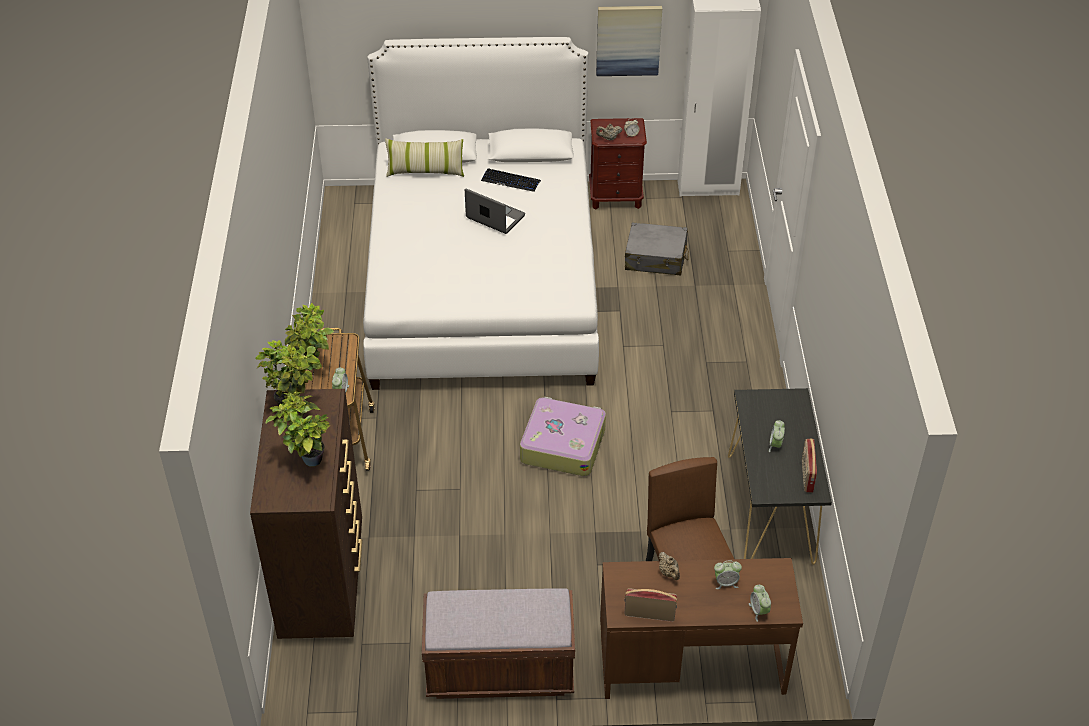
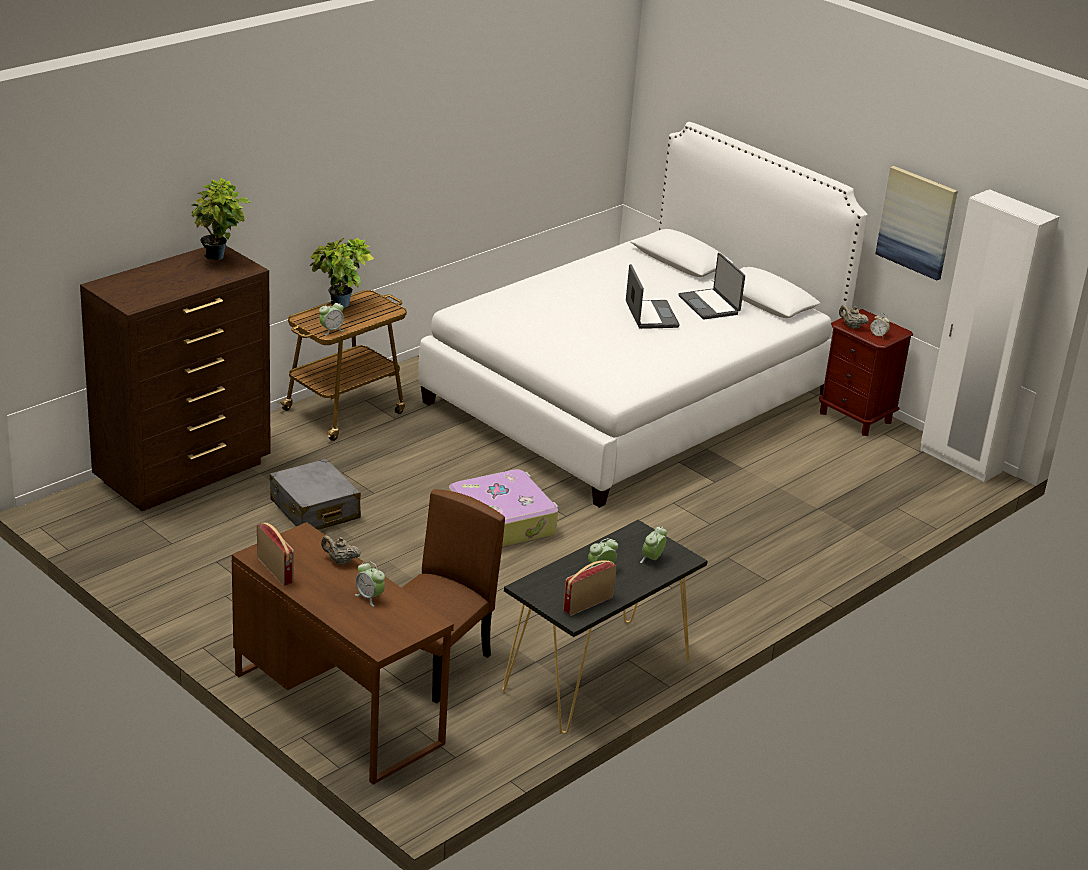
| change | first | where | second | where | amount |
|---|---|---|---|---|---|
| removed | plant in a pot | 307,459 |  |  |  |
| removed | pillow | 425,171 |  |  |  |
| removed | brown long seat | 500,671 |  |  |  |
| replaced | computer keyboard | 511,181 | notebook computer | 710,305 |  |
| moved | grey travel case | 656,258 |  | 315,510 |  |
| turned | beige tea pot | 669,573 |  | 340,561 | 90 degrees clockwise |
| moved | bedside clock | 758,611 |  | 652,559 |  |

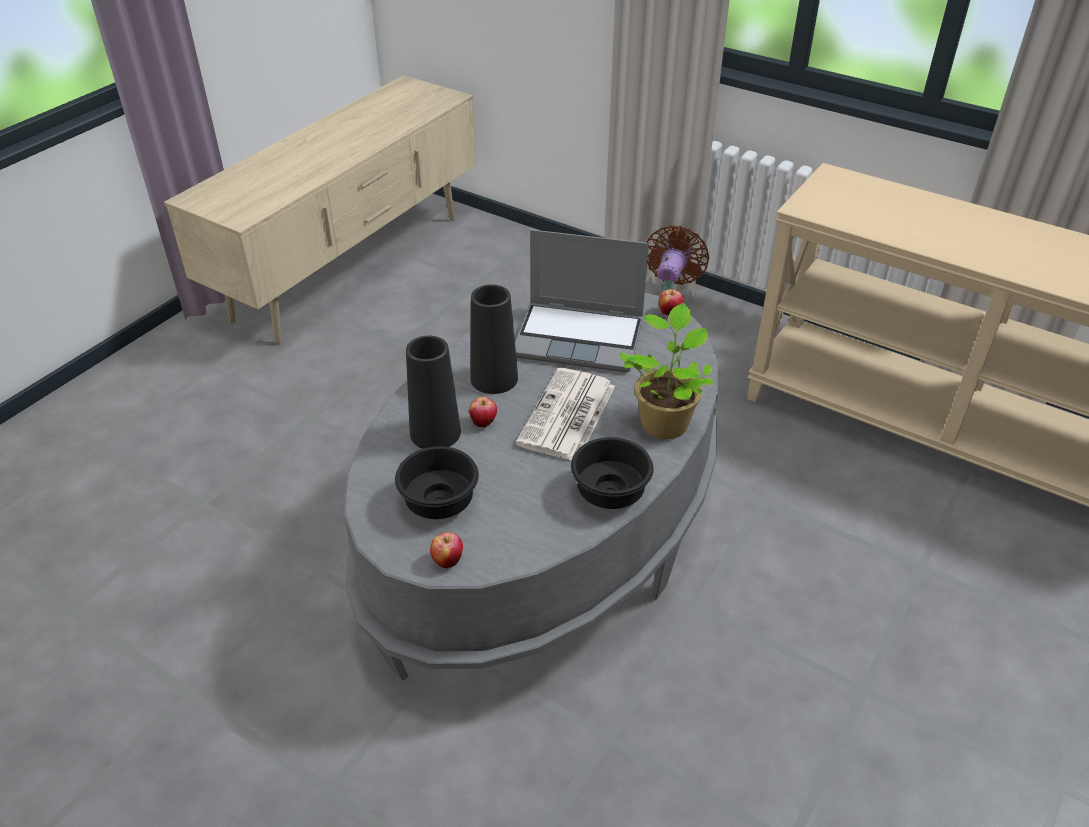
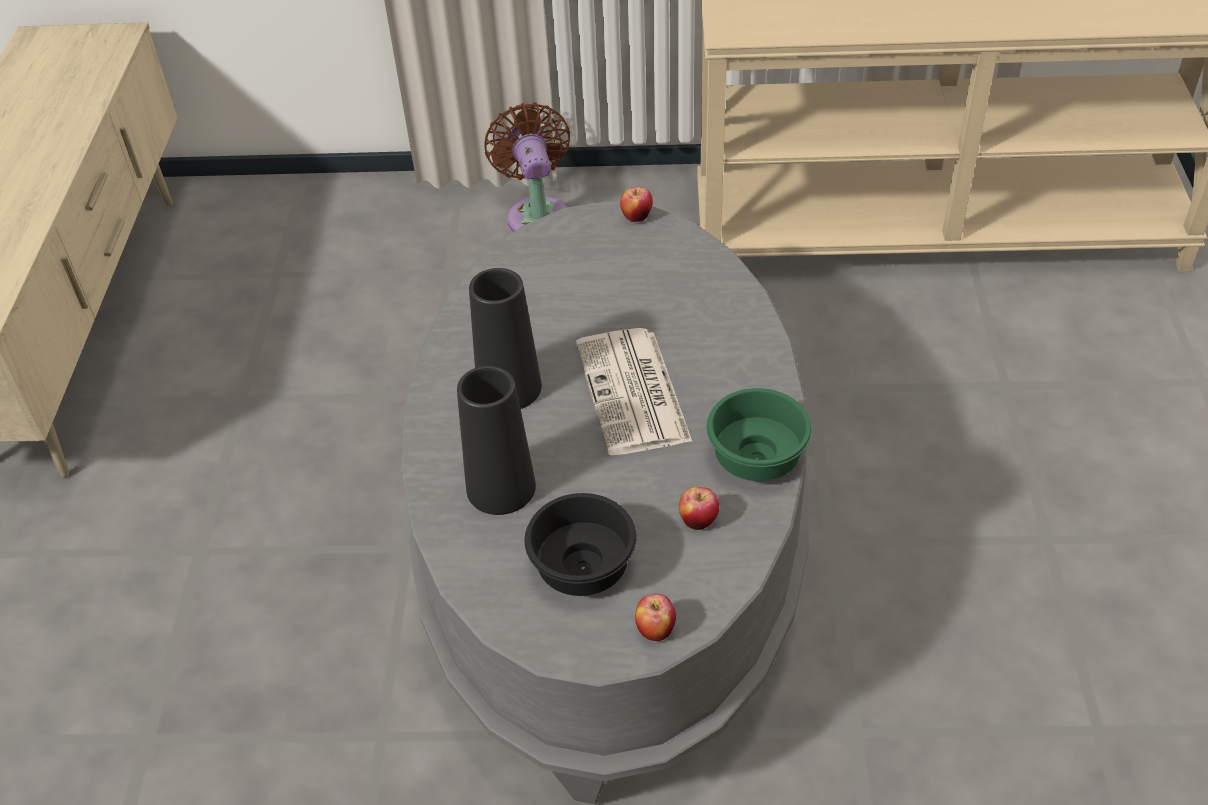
| change | first | where | second | where | amount |
|---|---|---|---|---|---|
| moved | apple | 483,423 |  | 698,521 |  |
| removed | notebook computer | 581,338 |  |  |  |
| recoloured | blackish bowl | 607,492 | greenish bowl | 754,459 |  |
| removed | plant in a pot | 664,421 |  |  |  |

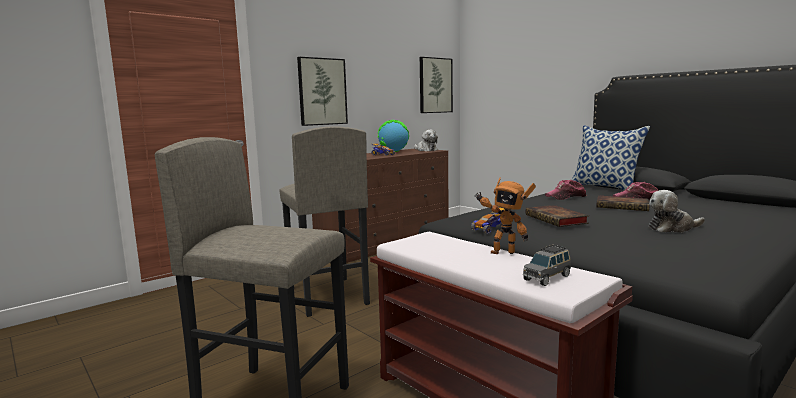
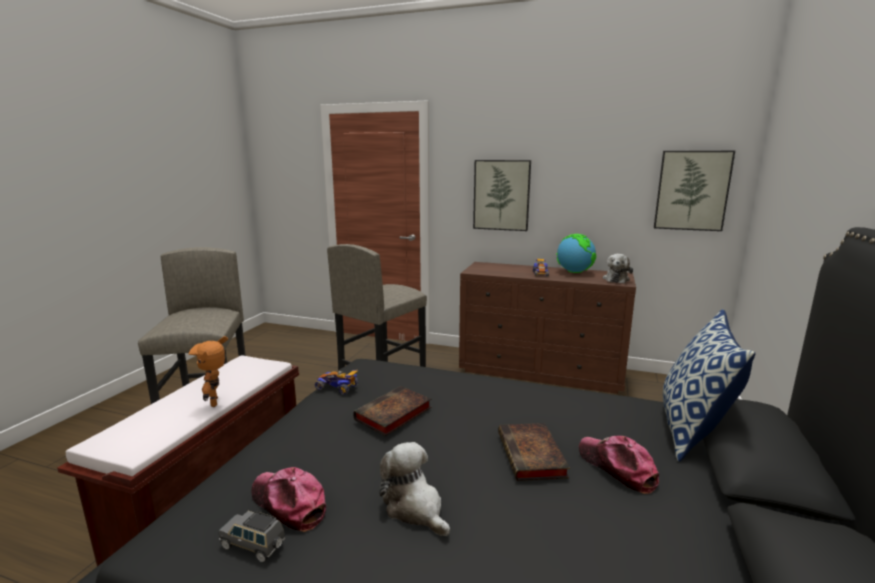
| change | first | where | second | where | amount |
|---|---|---|---|---|---|
| moved | grey toy car | 547,278 |  | 254,546 |  |
| moved | cap | 566,197 |  | 288,504 |  |

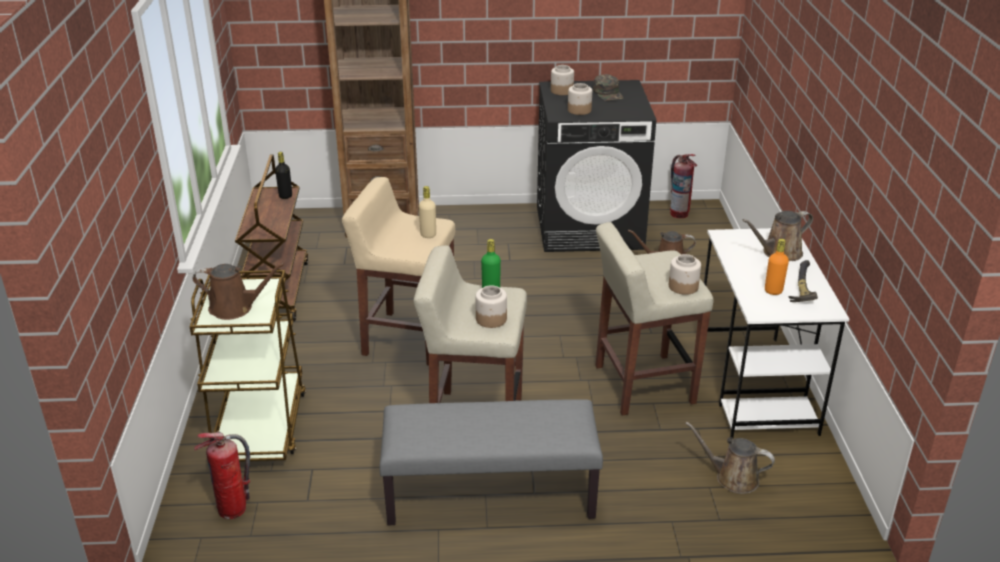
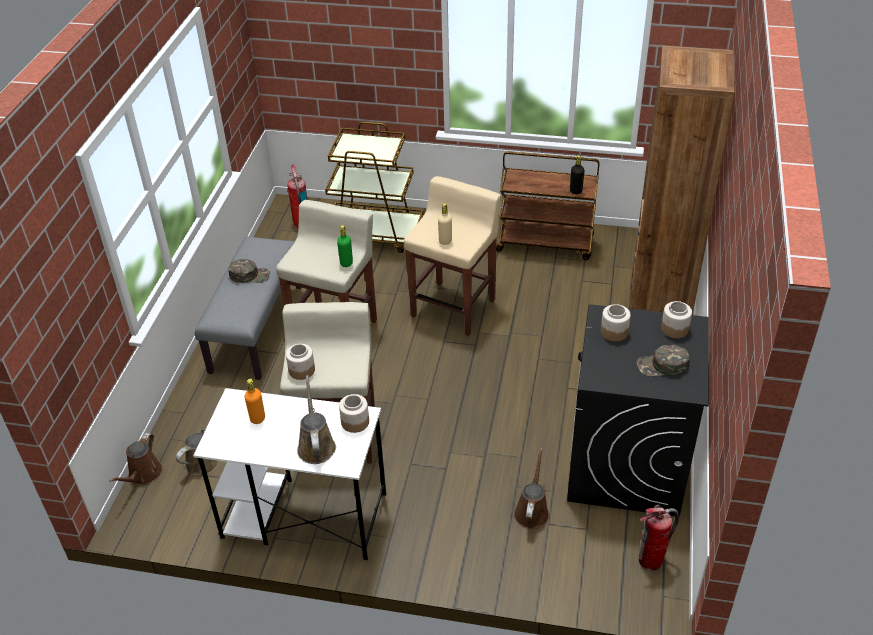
| change | first | where | second | where | amount |
|---|---|---|---|---|---|
| moved | brown watering pot | 235,308 |  | 143,475 |  |
| moved | jar | 490,319 |  | 355,422 |  |
| removed | tool hammer | 801,288 |  |  |  |
| added |  |  | greenish cap | 250,275 |  |

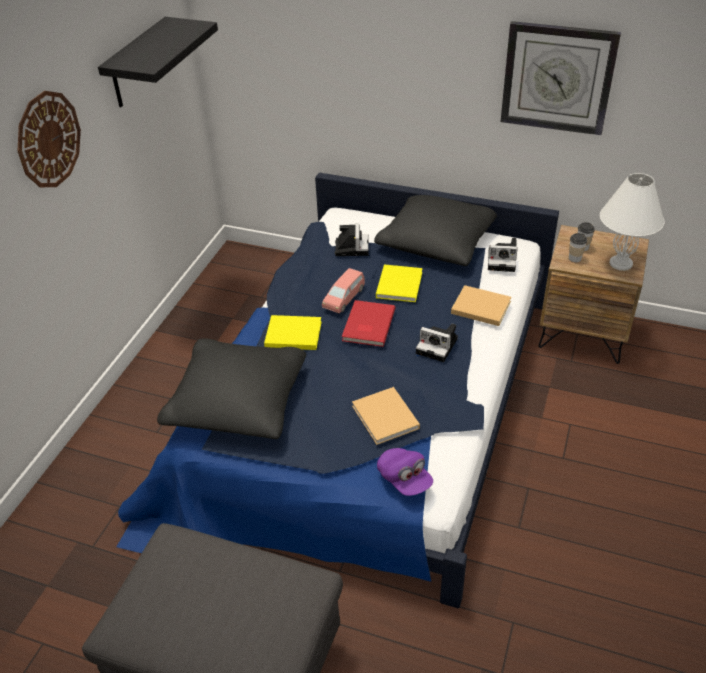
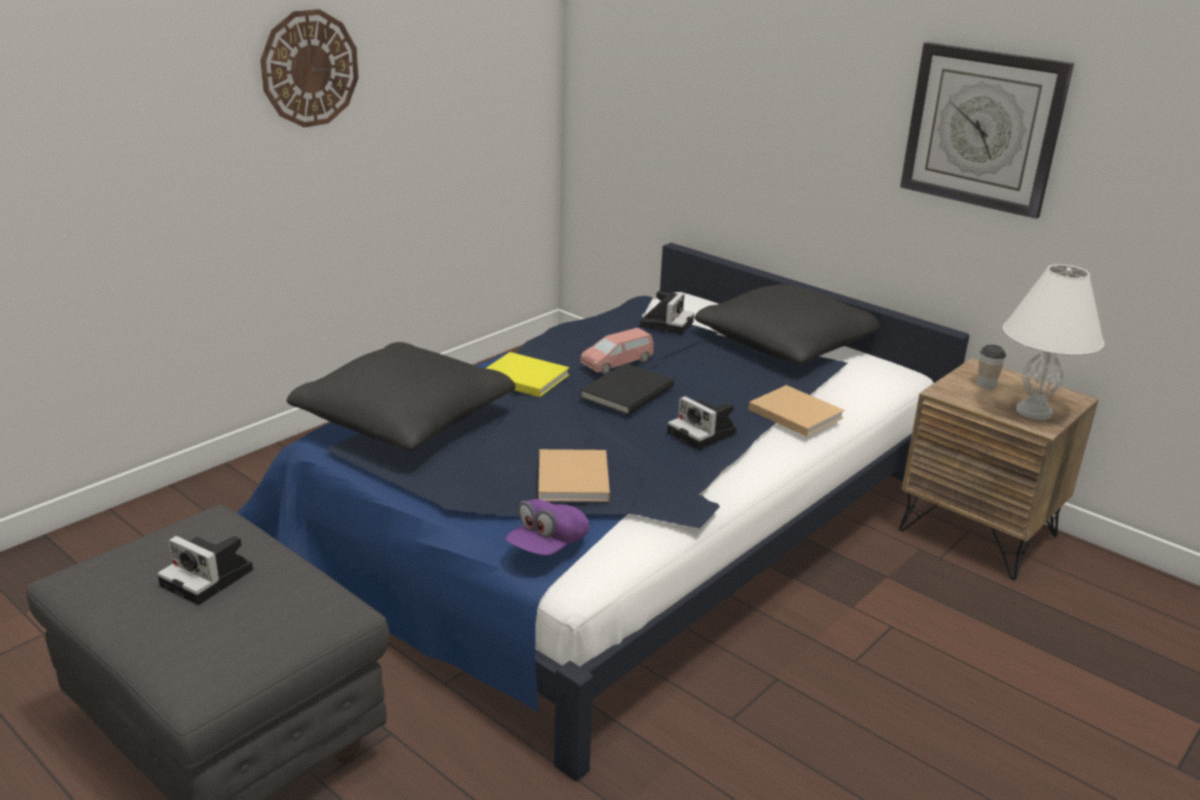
| change | first | where | second | where | amount |
|---|---|---|---|---|---|
| removed | blackish bracket shelf | 138,64 |  |  |  |
| recoloured | red-coloured bound book | 367,325 | blackish bound book | 624,391 |  |
| removed | yellowish bound book | 399,284 |  |  |  |
| turned | purple-coloured cap | 404,479 |  | 547,545 | 45 degrees clockwise |
| moved | photo camera | 503,260 |  | 210,578 |  |
| removed | drinking cup | 575,258 |  |  |  |

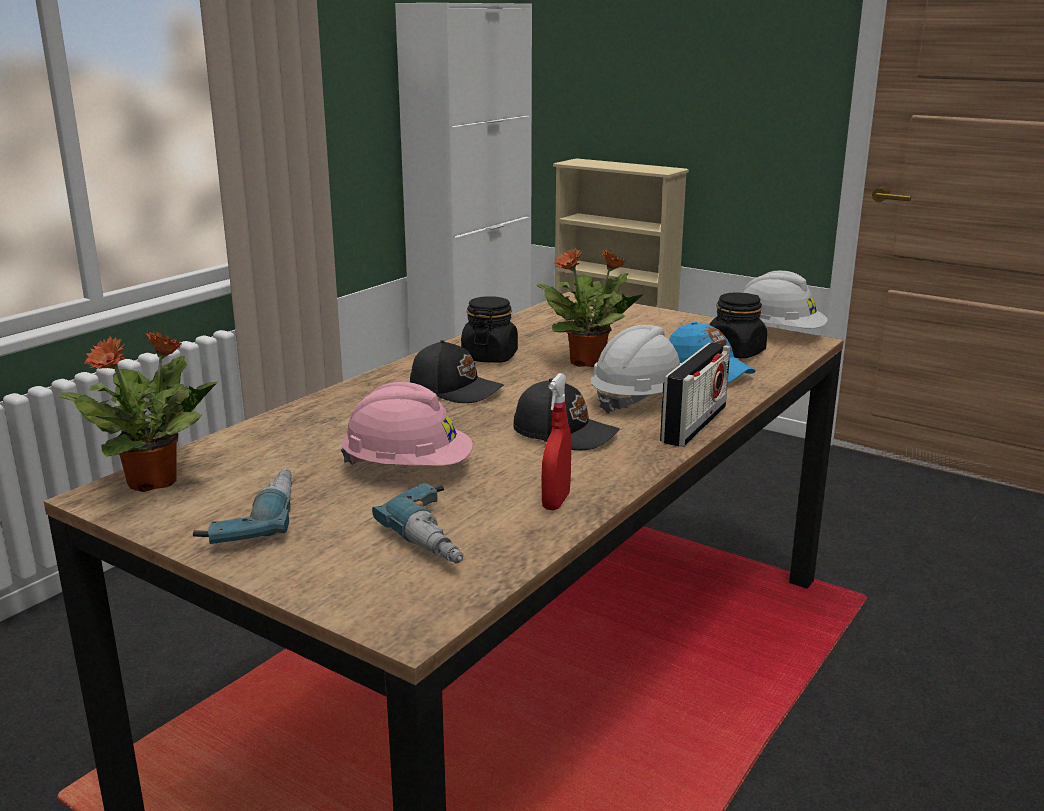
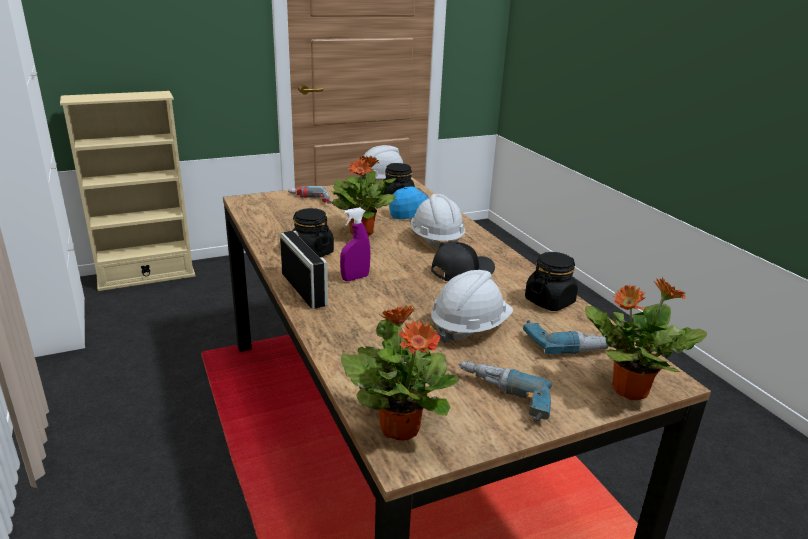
| change | first | where | second | where | amount |
|---|---|---|---|---|---|
| recoloured | pink hard hat | 408,469 | whitish hard hat | 469,328 |  |
| replaced | blackish cap | 456,389 | purple-coloured hand sprayer | 355,278 |  |
| replaced | red-coloured hand sprayer | 556,502 | blackish jar | 549,301 |  |
| moved | radio | 694,424 |  | 304,289 |  |
| added |  |  | drill | 311,201 |  |
| added |  |  | plant in a pot | 628,390 |  |

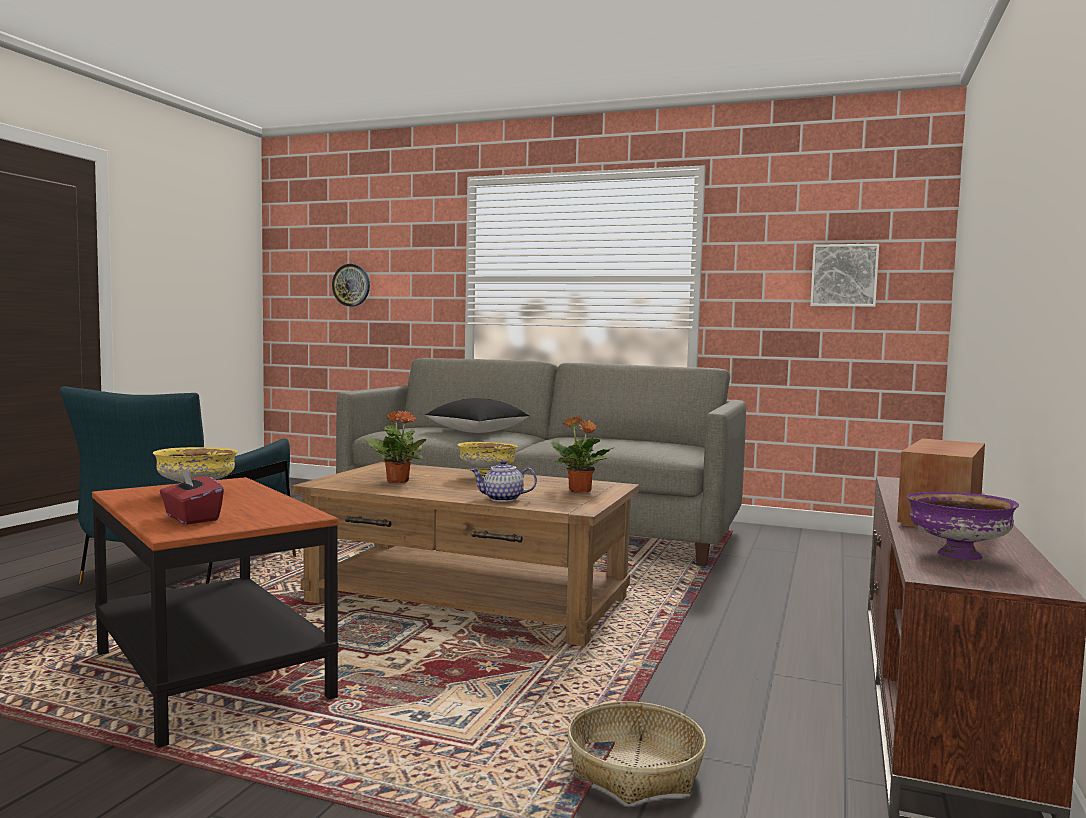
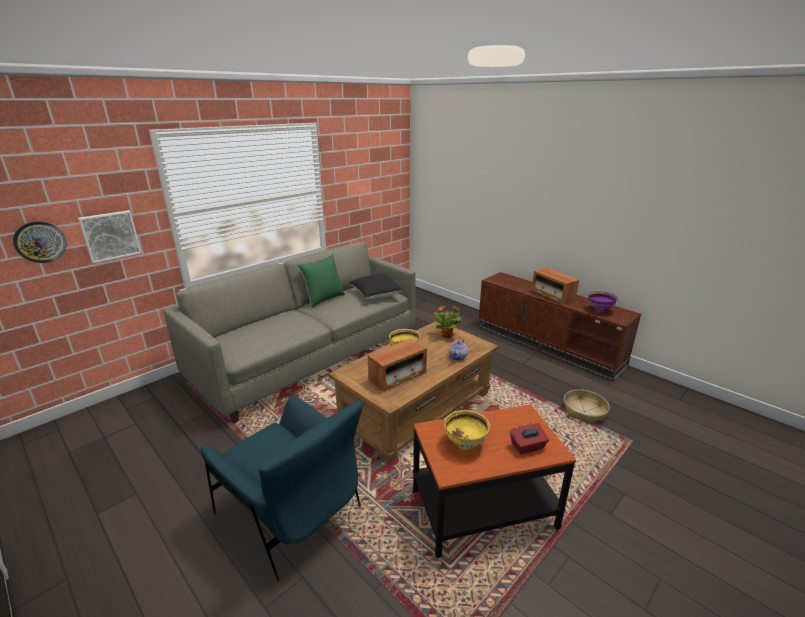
| change | first | where | second | where | amount |
|---|---|---|---|---|---|
| replaced | plant in a pot | 397,481 | radio | 397,377 |  |
| moved | blackish pillow | 477,432 |  | 376,295 |  |
| moved | wall picture | 844,275 |  | 110,235 |  |
| added |  |  | greenish pillow | 324,299 |  |

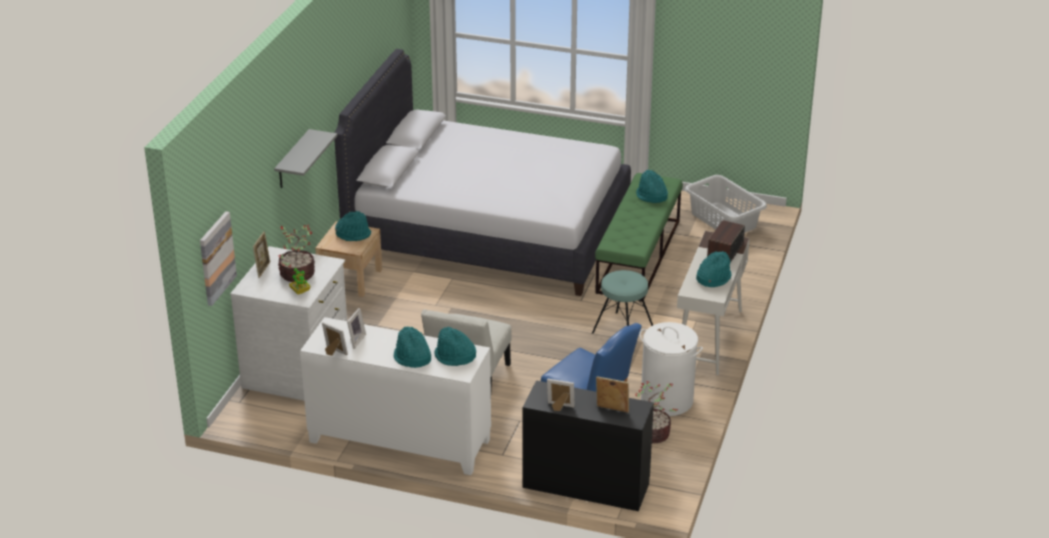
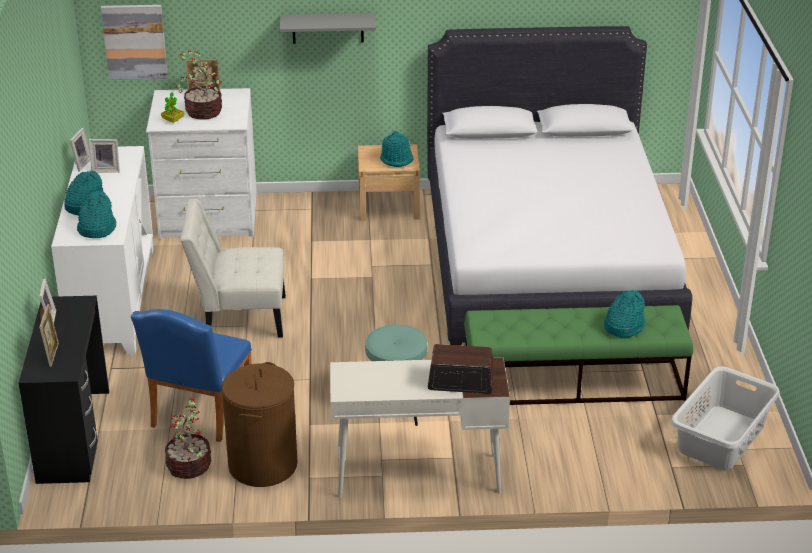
| change | first | where | second | where | amount |
|---|---|---|---|---|---|
| recoloured | whitish washing basket | 667,400 | brown washing basket | 263,465 |  |
| removed | turquoise hat | 713,278 |  |  |  |

